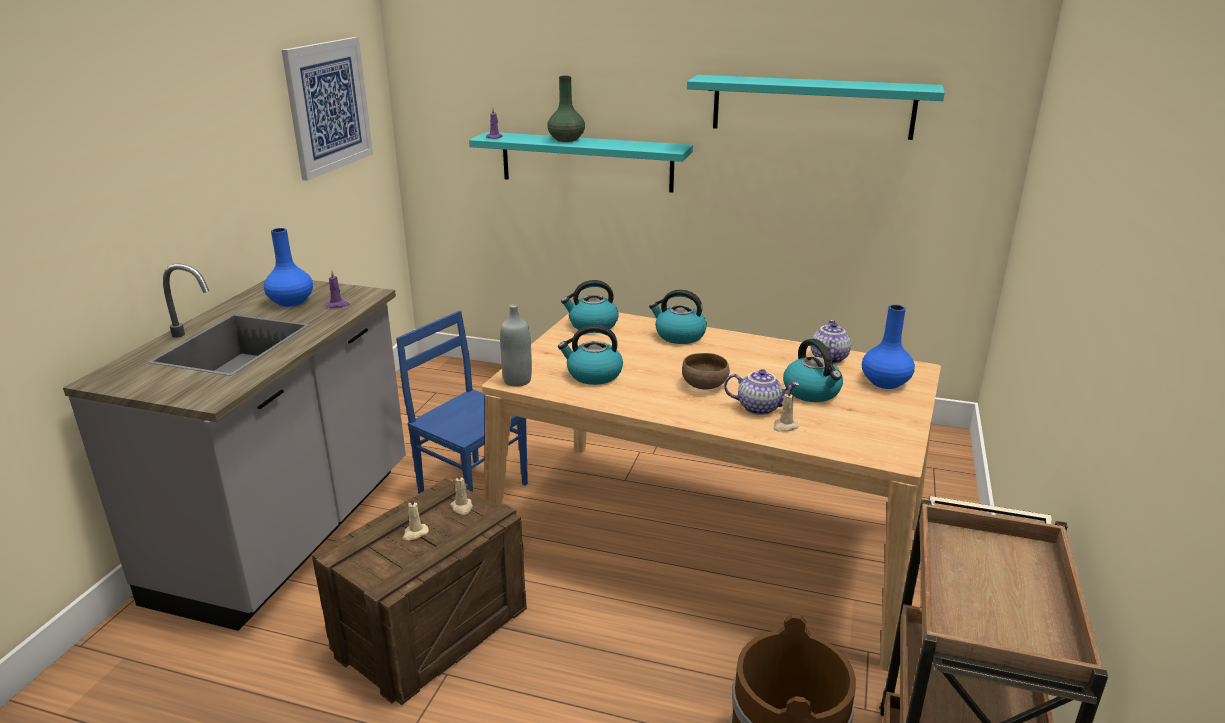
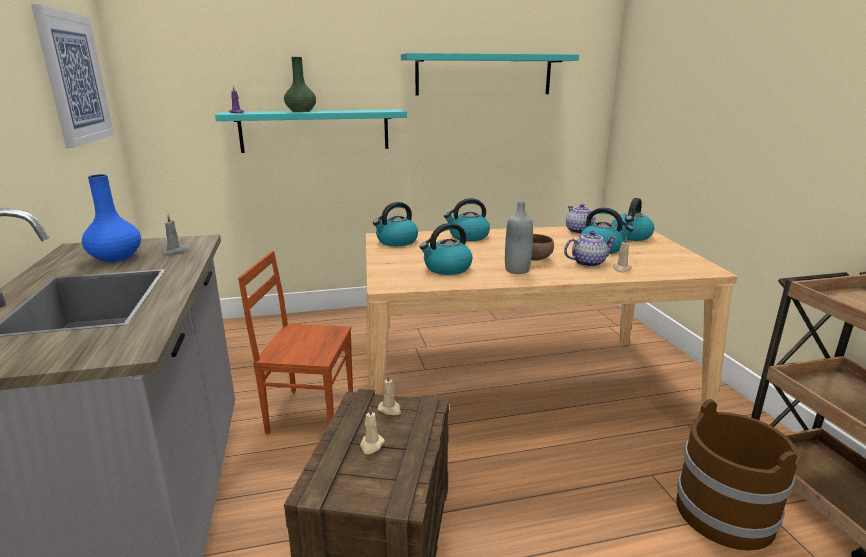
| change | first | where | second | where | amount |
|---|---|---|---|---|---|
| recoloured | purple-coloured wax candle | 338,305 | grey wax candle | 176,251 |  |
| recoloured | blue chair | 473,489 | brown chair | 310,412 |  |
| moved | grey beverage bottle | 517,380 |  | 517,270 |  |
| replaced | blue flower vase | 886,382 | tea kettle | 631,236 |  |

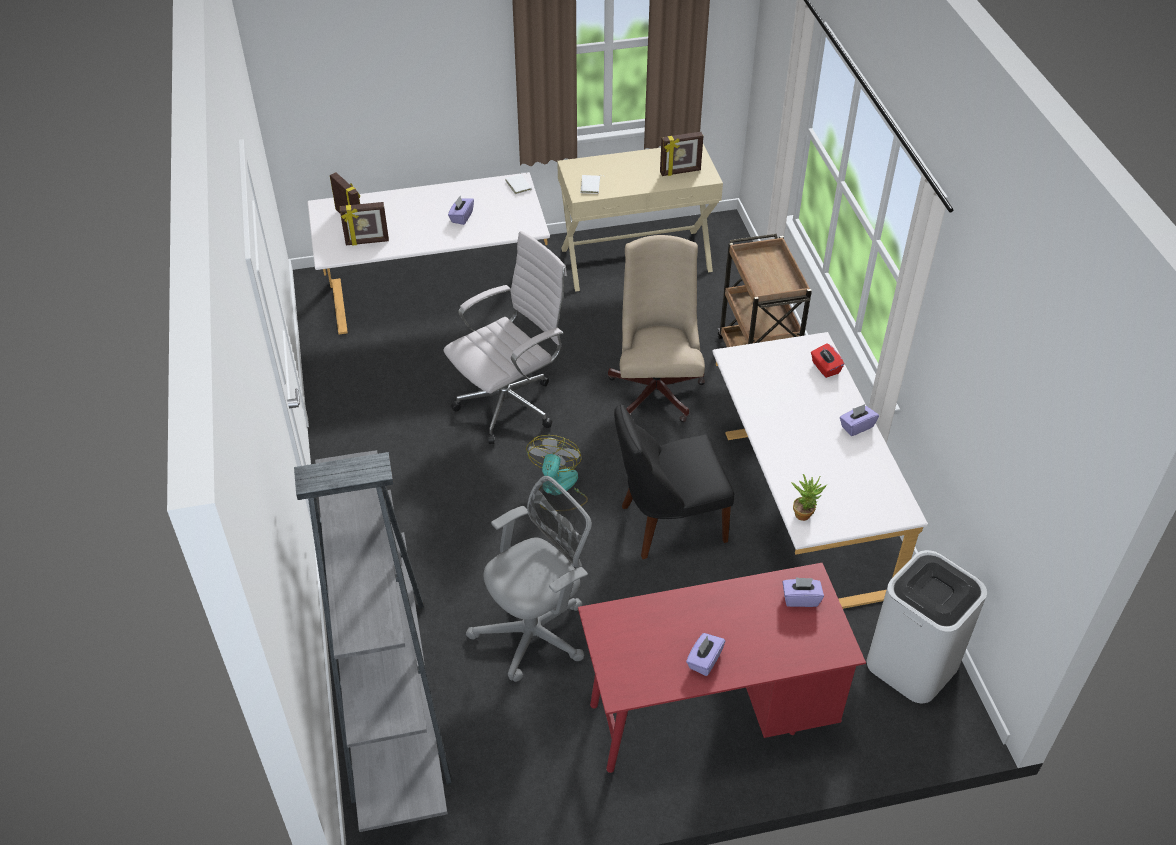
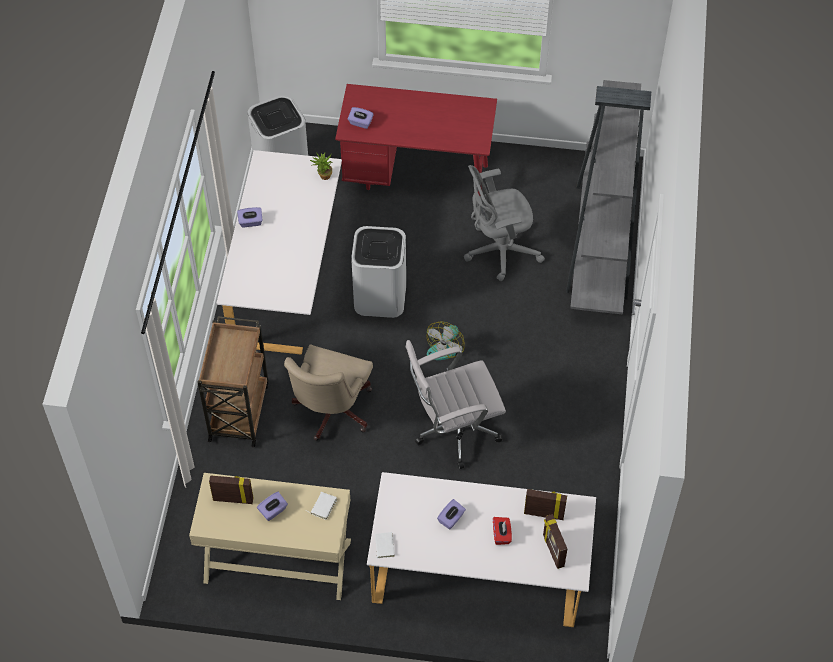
| change | first | where | second | where | amount |
|---|---|---|---|---|---|
| replaced | blackish chair | 668,524 | whitish rubbish bin | 380,297 |  |
| moved | purple-coloured tissue holder | 704,660 |  | 273,511 |  |
| moved | red-coloured tissue holder | 825,368 |  | 501,535 |  |

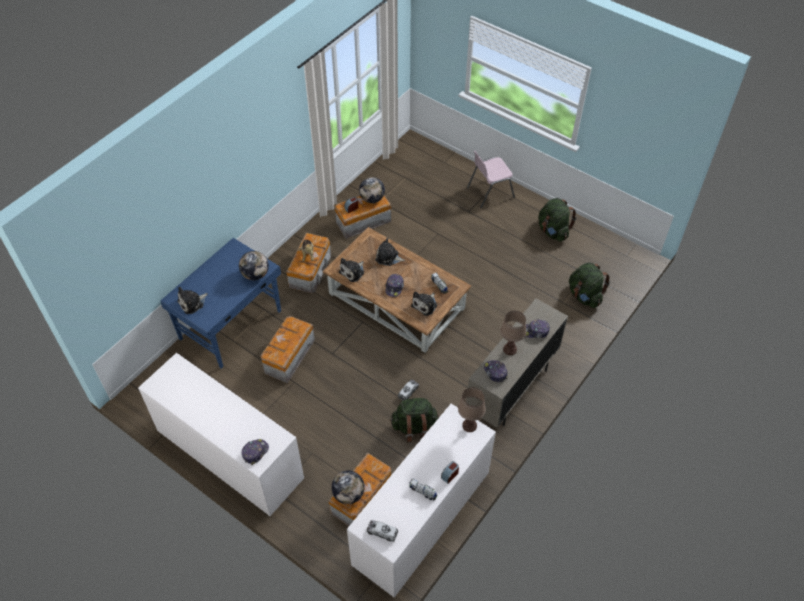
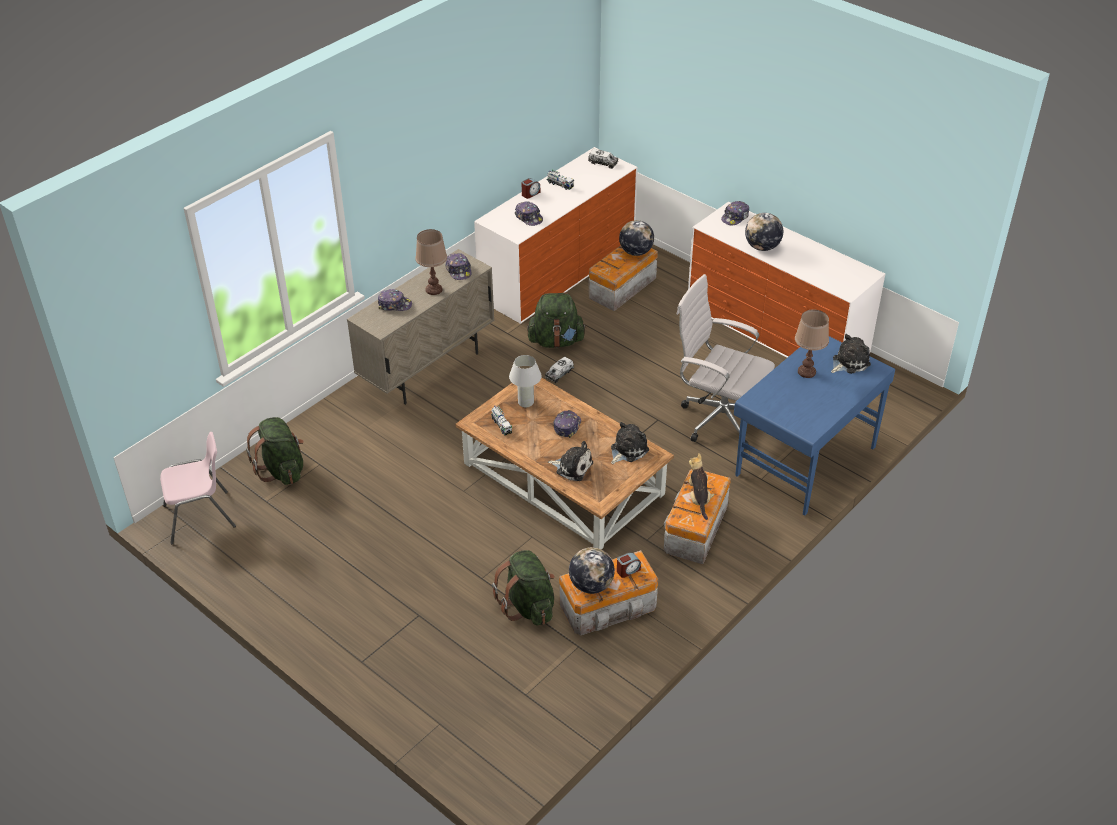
| change | first | where | second | where | amount |
|---|---|---|---|---|---|
| moved | desk globe | 255,274 |  | 762,247 |  |
| replaced | storage bin | 288,357 | whitish computer chair | 717,418 |  |
| replaced | cuddly toy | 425,305 | whitish tabletop lamp | 526,402 |  |
| moved | brown tabletop lamp | 469,425 |  | 806,372 |  |
| moved | pink chair | 489,192 |  | 201,517 |  |
| moved | greenish rucksack | 553,231 |  | 528,606 |  |
| added |  |  | cap | 529,217 |  |

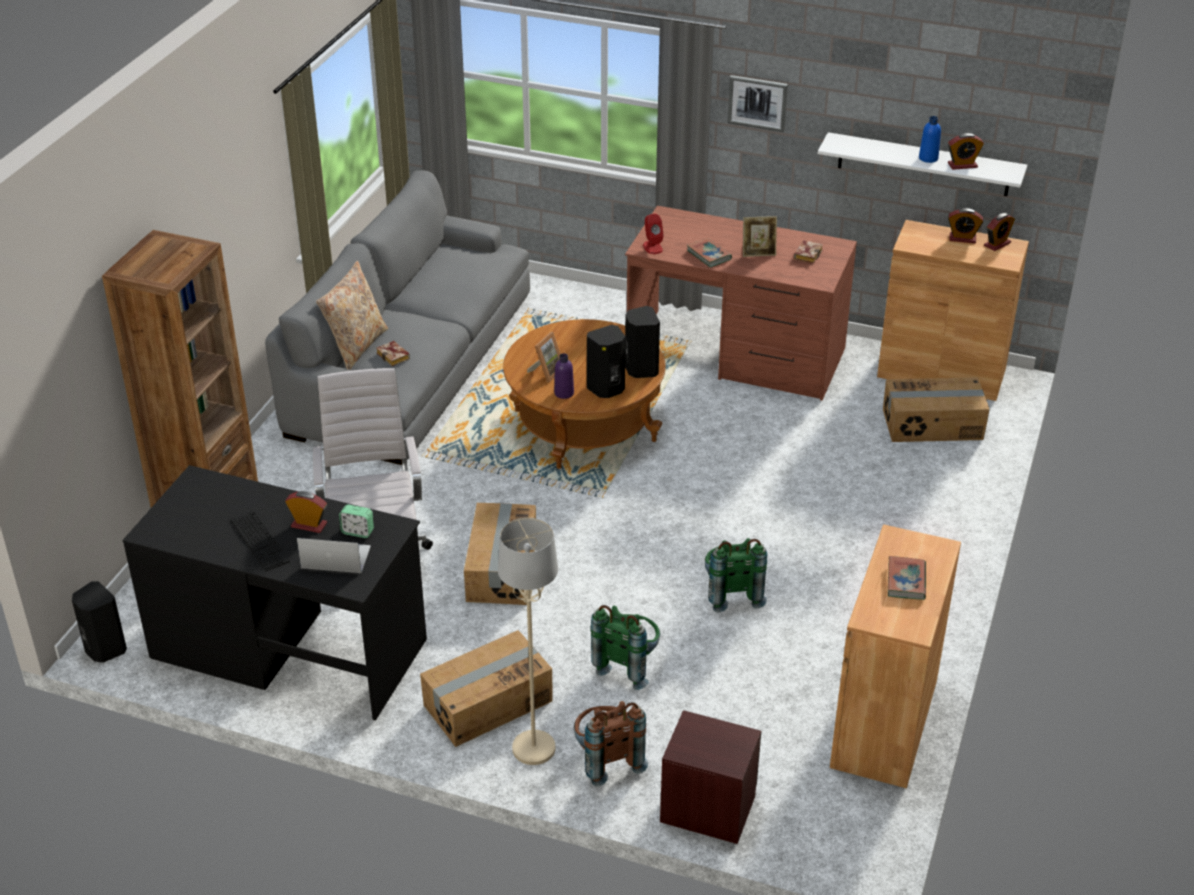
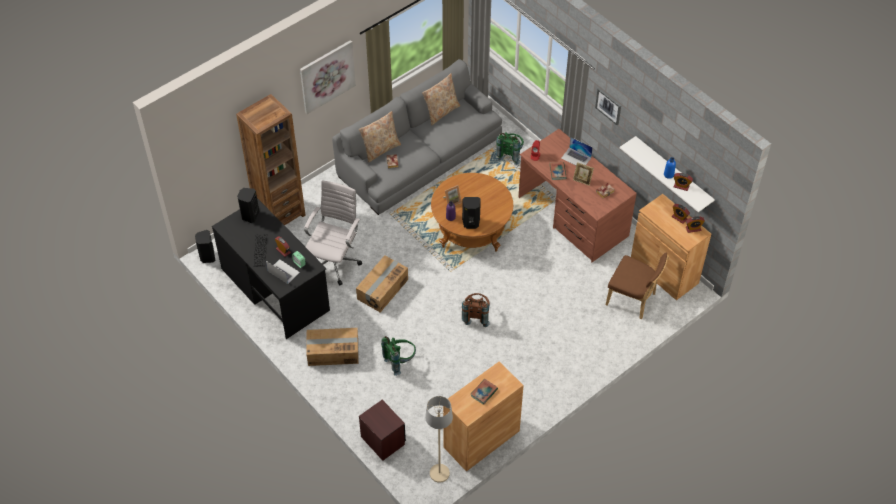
| change | first | where | second | where | amount |
|---|---|---|---|---|---|
| moved | beige standing lamp | 534,749 |  | 439,473 |  |
| moved | brown rucksack | 606,760 |  | 476,315 |  |
| moved | blackish audio speaker | 640,369 |  | 249,215 |  |
| moved | greenish rucksack | 731,593 |  | 510,154 |  |
| replaced | cardboard box | 933,425 | brown chair | 633,300 |  |
| added |  |  | wall picture | 327,76 |  |
| added |  |  | beige pillow | 441,111 |  |
| added |  |  | notebook computer | 576,158 |  |

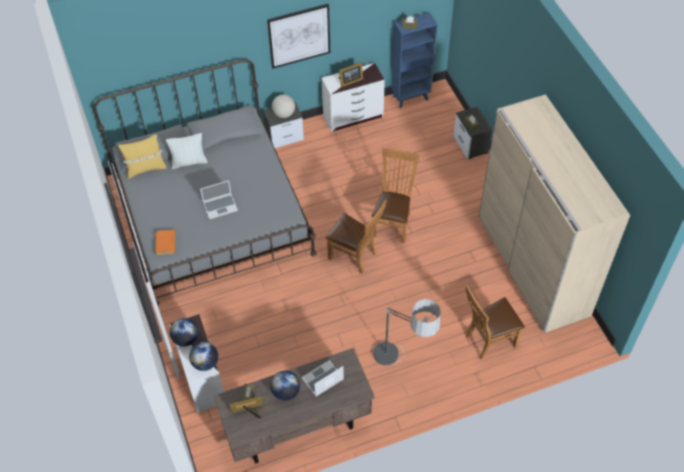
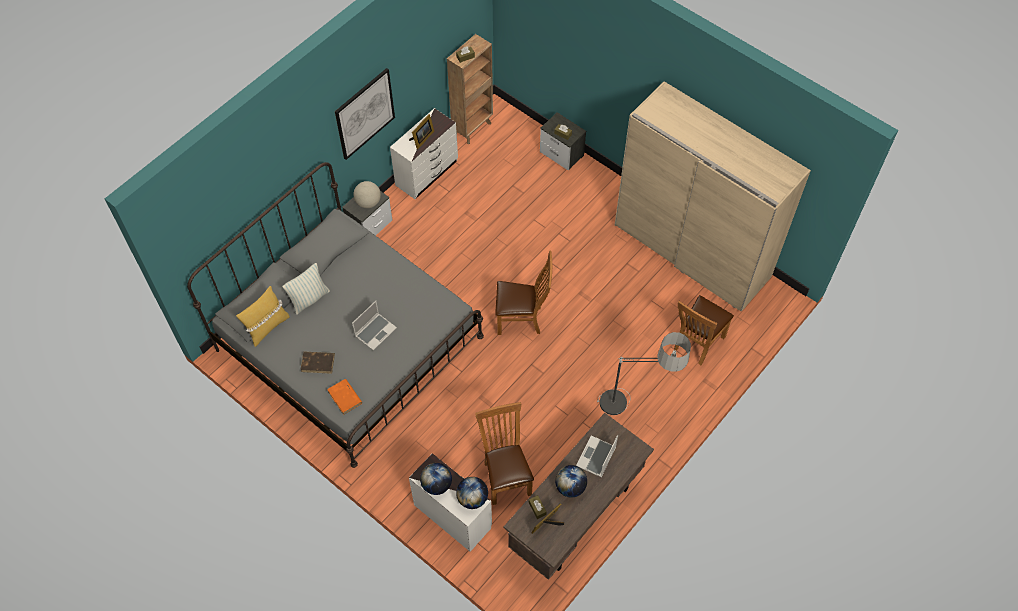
| change | first | where | second | where | amount |
|---|---|---|---|---|---|
| moved | brown chair | 393,223 |  | 505,476 |  |
| recoloured | blue bookcase | 411,97 | brown bookcase | 473,128 |  |
| added |  |  | brown bound book | 318,363 |  |

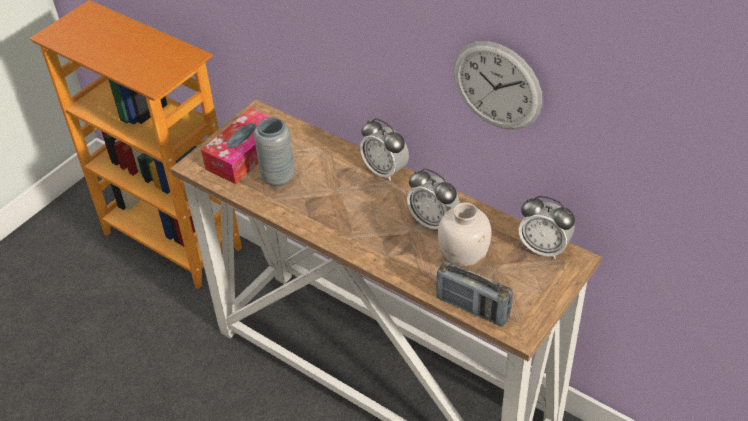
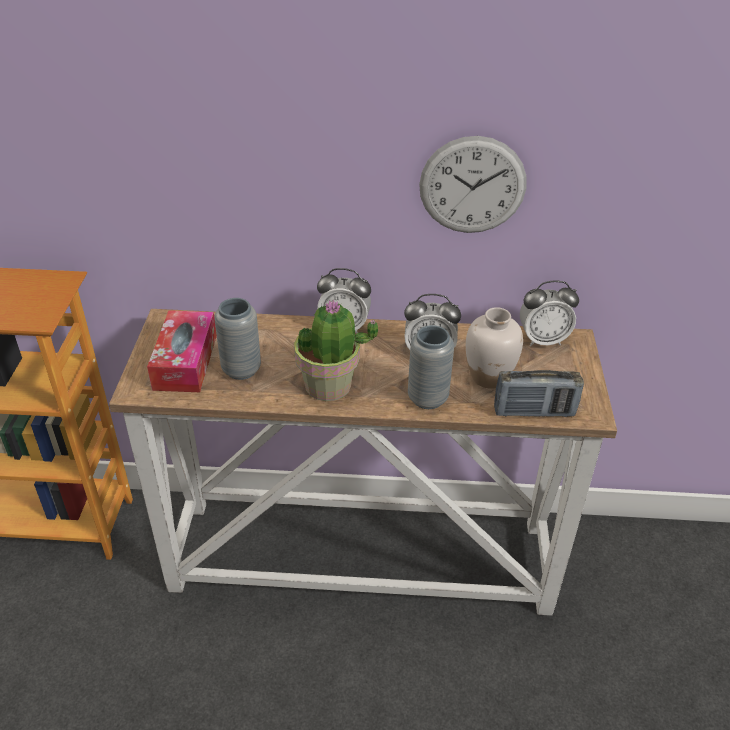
| change | first | where | second | where | amount |
|---|---|---|---|---|---|
| added |  |  | plant in a pot | 329,386 |  |
| added |  |  | grey flower vase | 427,399 |  |

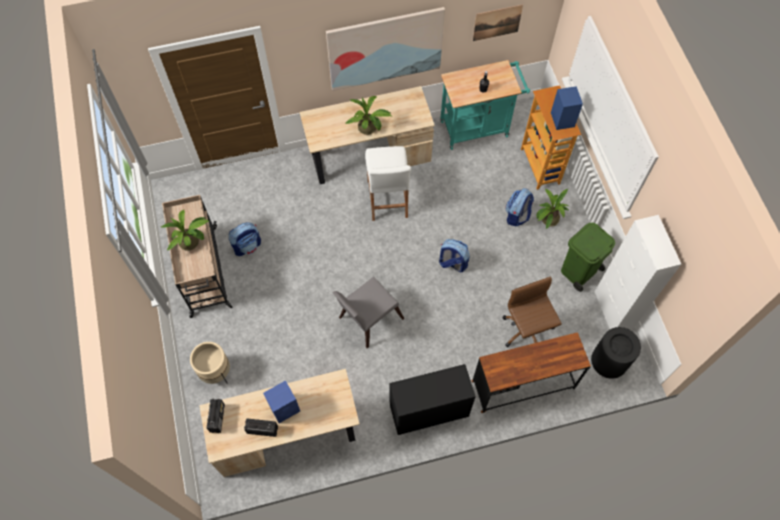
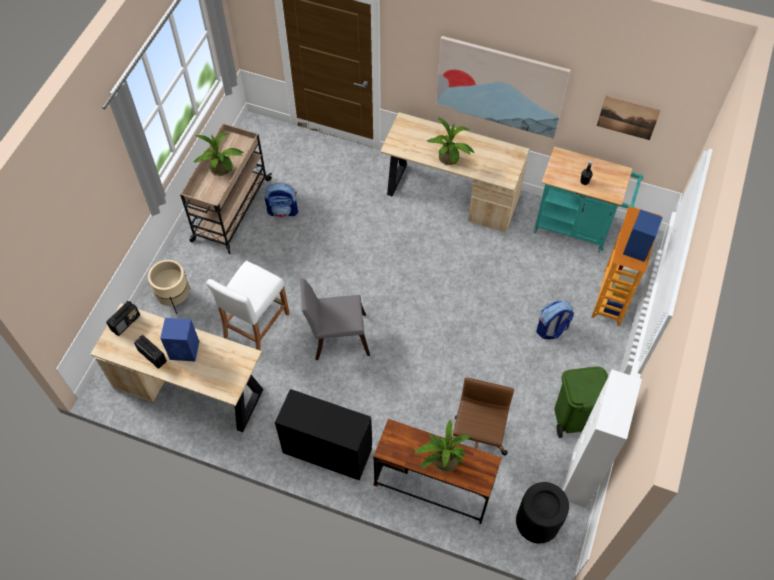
| change | first | where | second | where | amount |
|---|---|---|---|---|---|
| moved | whitish stool | 387,198 |  | 256,325 |  |
| removed | rucksack | 452,263 |  |  |  |
| moved | plant in a pot | 547,220 |  | 442,460 |  |

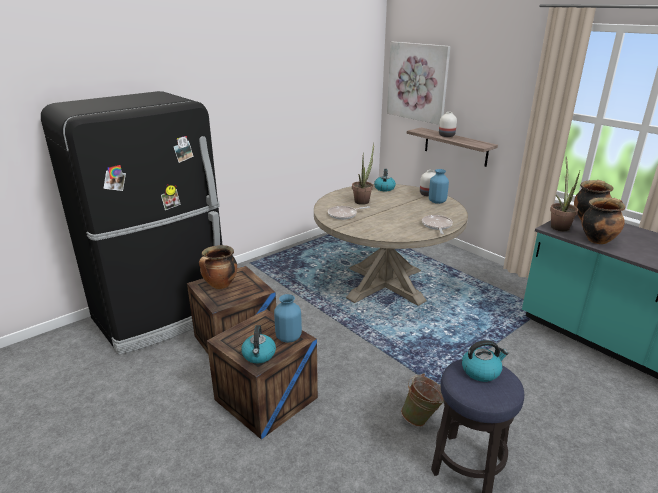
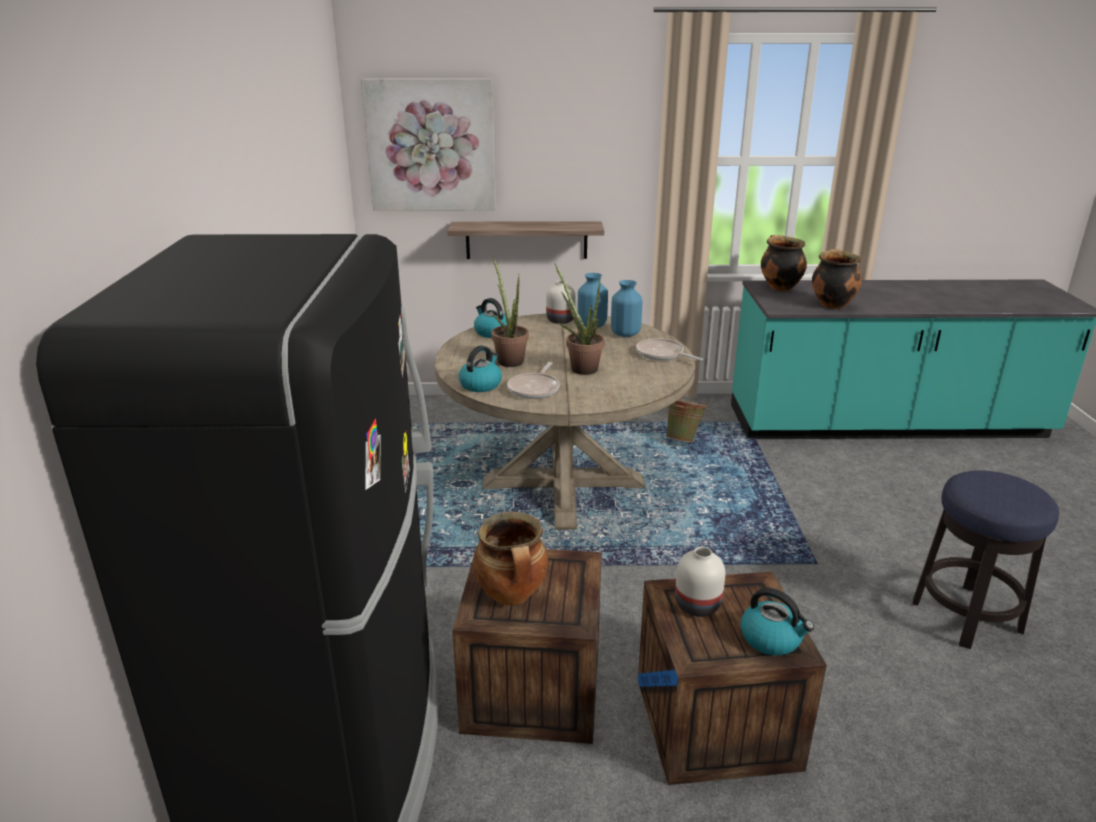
| change | first | where | second | where | amount |
|---|---|---|---|---|---|
| moved | blue flower vase | 289,337 |  | 625,333 |  |
| moved | greenish bucket | 422,419 |  | 683,439 |  |
| moved | whitish flower vase | 447,135 |  | 698,605 |  |
| moved | tea kettle | 481,371 |  | 480,384 |  |
| moved | plant in a pot | 559,226 |  | 580,367 |  |

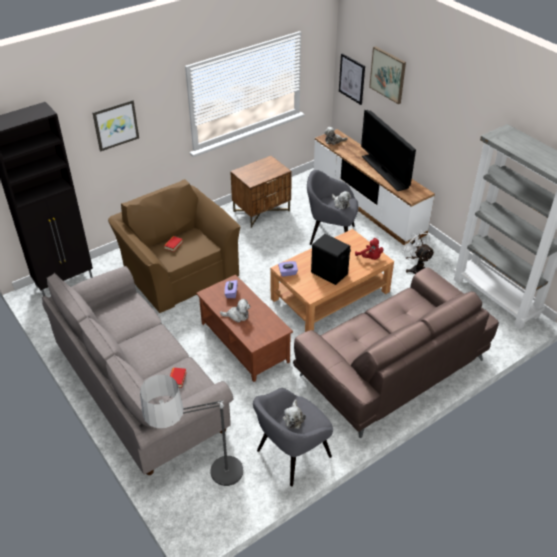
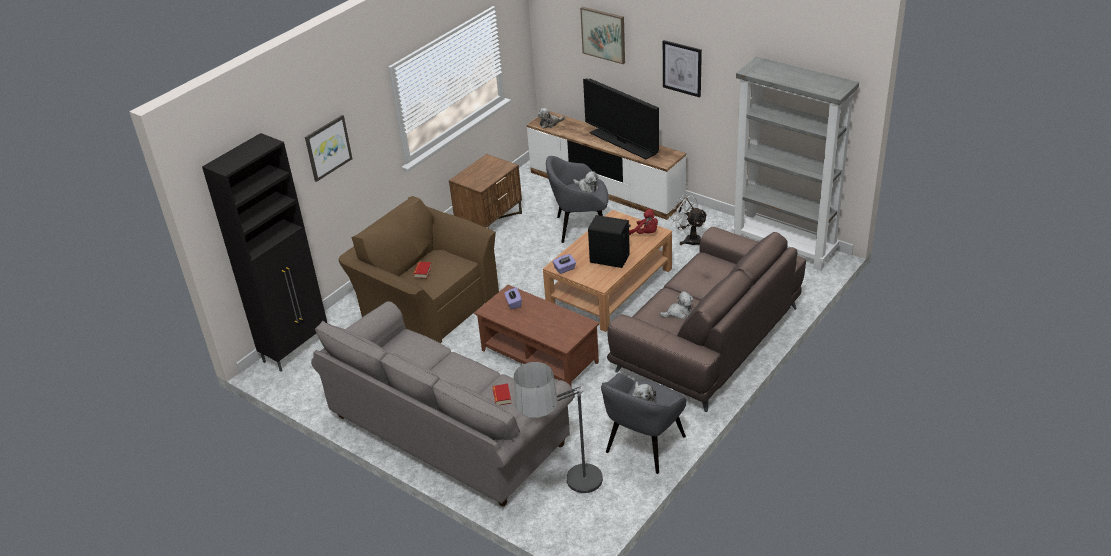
| change | first | where | second | where | amount |
|---|---|---|---|---|---|
| moved | cuddly toy | 237,315 |  | 678,313 |  |
| moved | wall picture | 352,78 |  | 682,68 |  |

